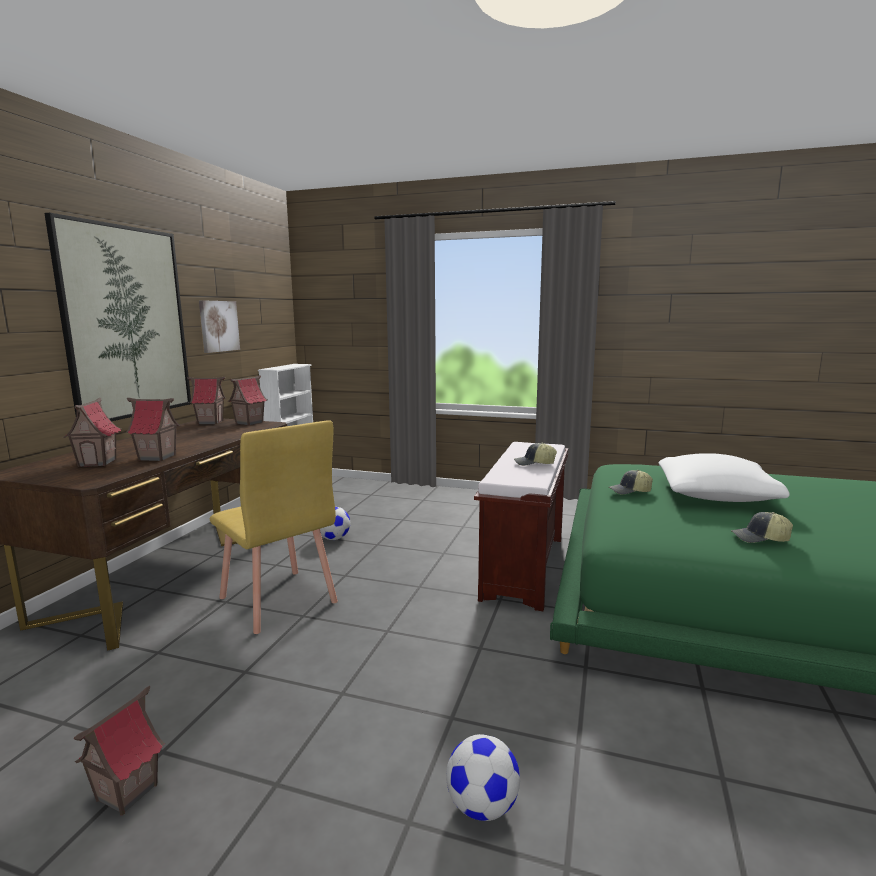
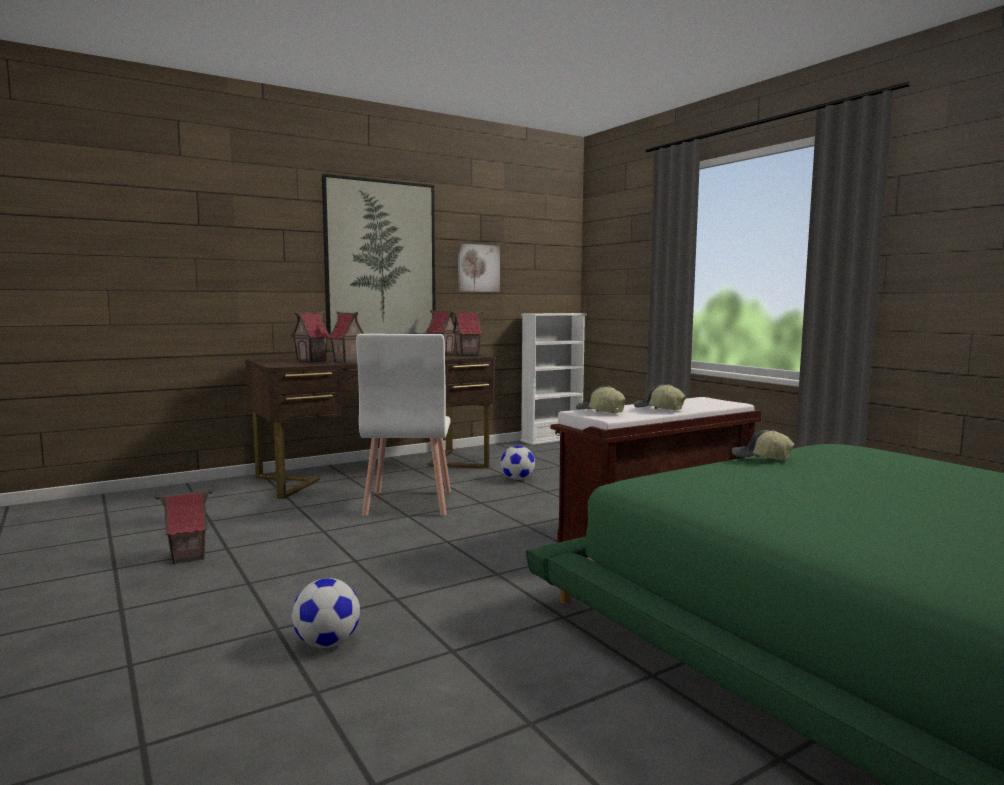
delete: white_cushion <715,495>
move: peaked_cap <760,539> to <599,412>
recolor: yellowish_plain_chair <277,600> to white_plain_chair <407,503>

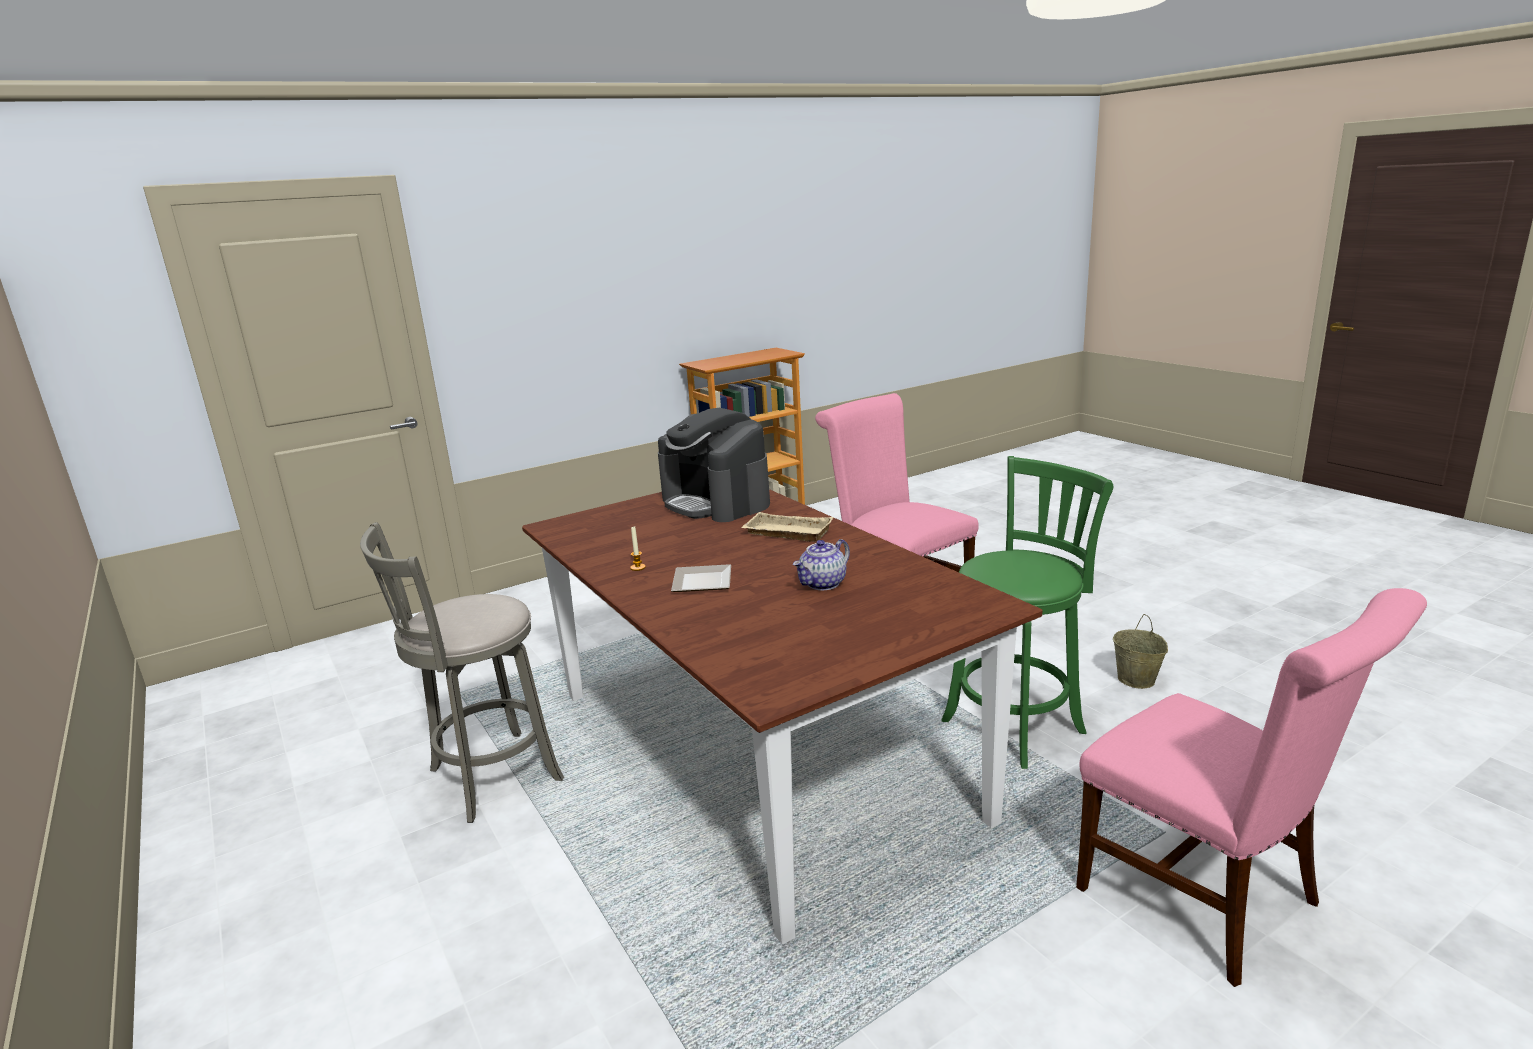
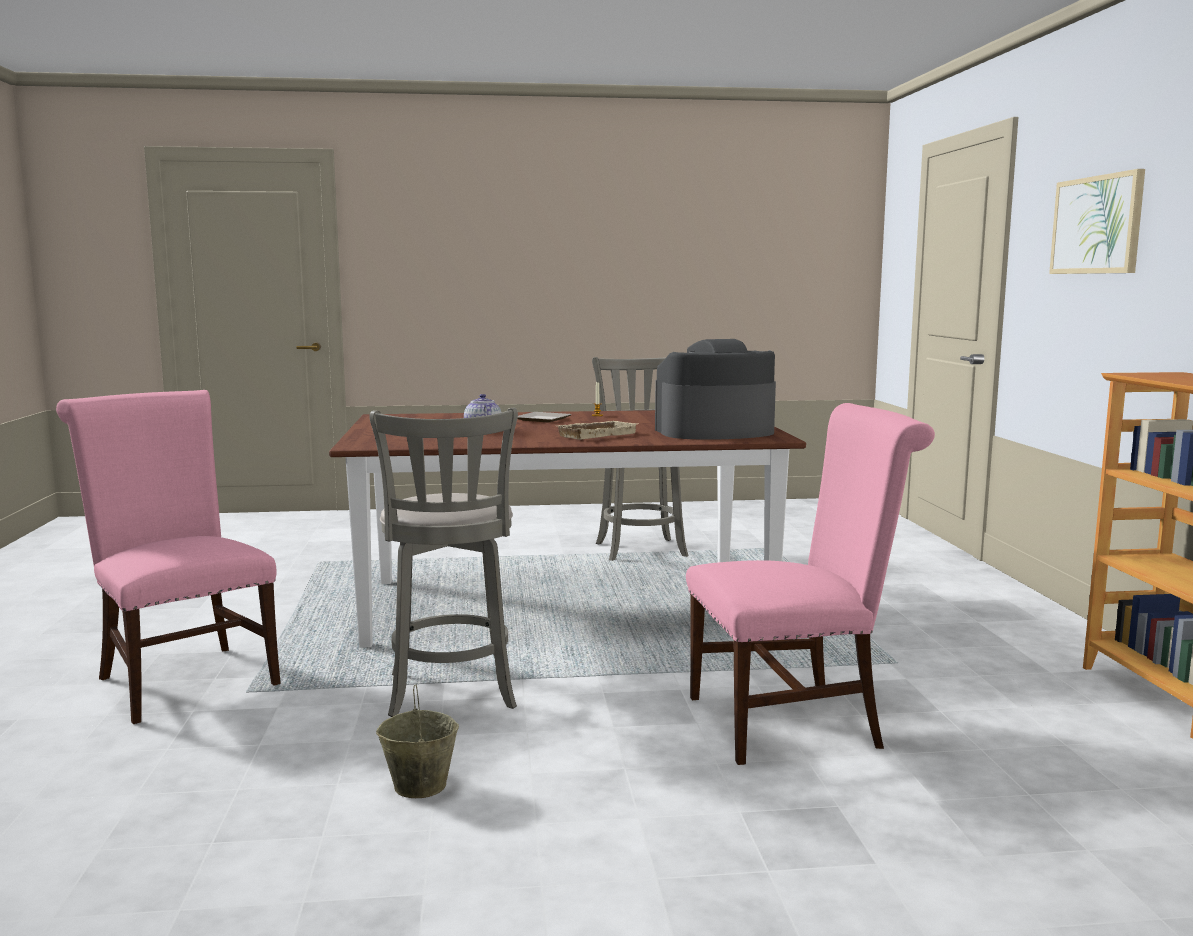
insert: wall_picture <1097,225>
recolor: green-coloured_stool <1017,724> to greyish_stool <451,694>
rotate: pink-coloured_plain_chair <1211,901> = <182,678> 60 degrees clockwise

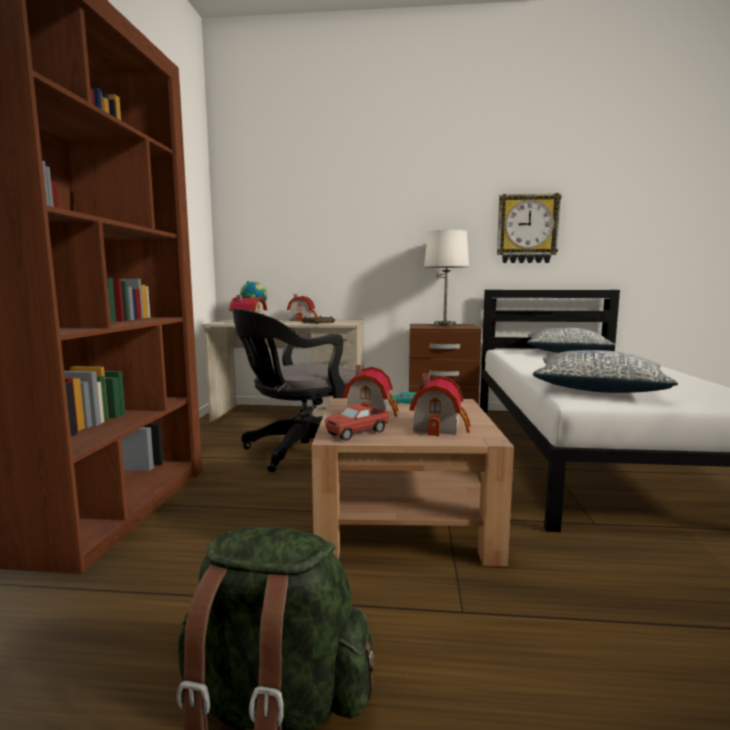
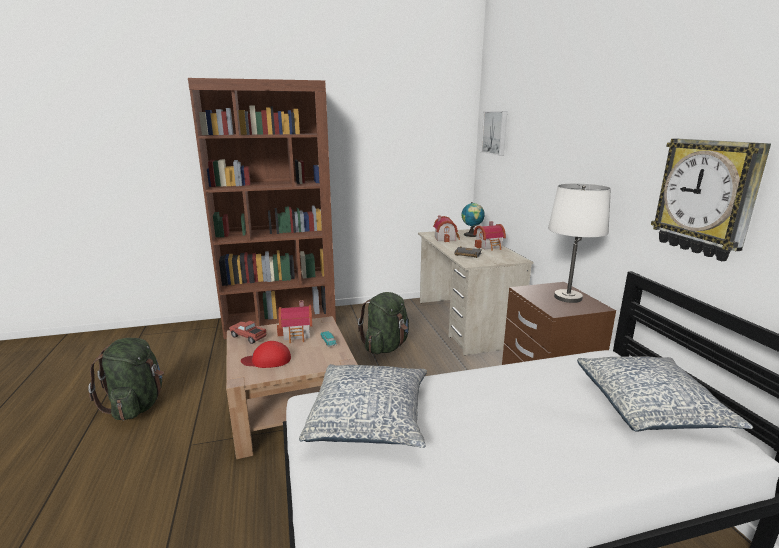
insert: wall_picture <495,132>
replace: black_computer_chair <298,452> to green-coloured_rucksack <386,346>; toy_house <440,426> to red-coloured_peaked_cap <267,360>

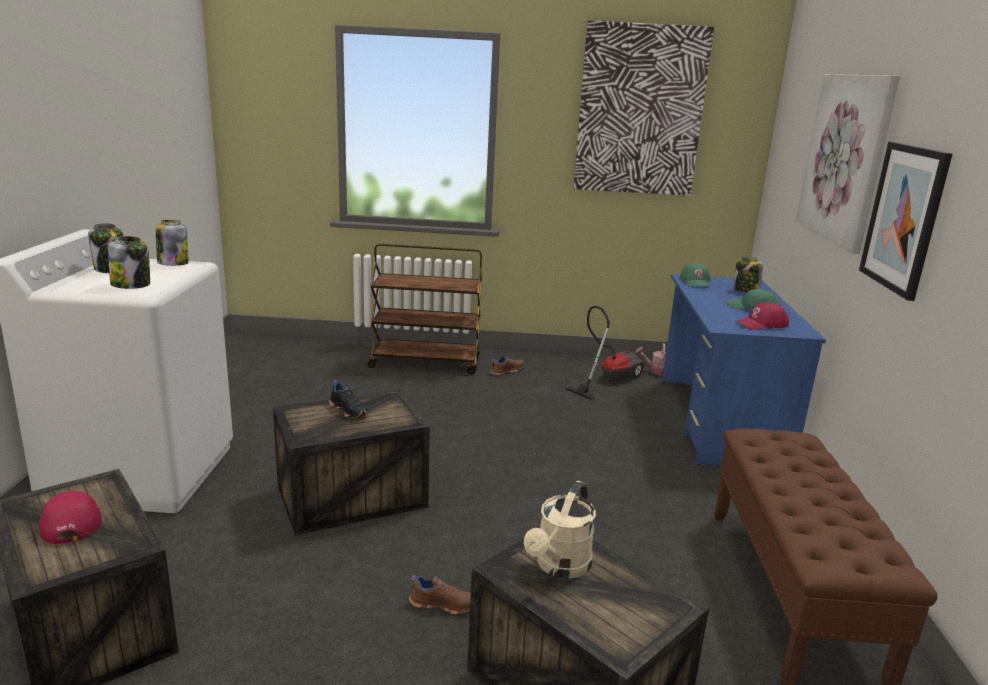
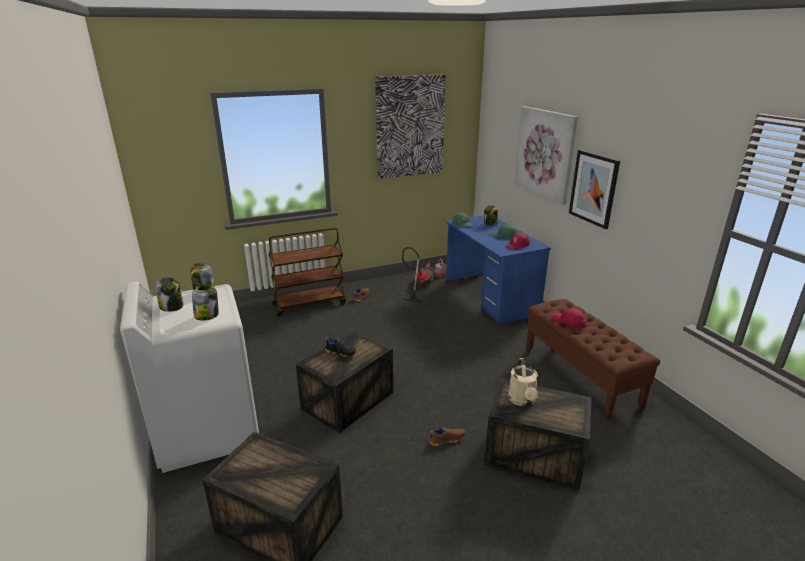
move: red-coloured_peaked_cap <71,521> to <568,321>

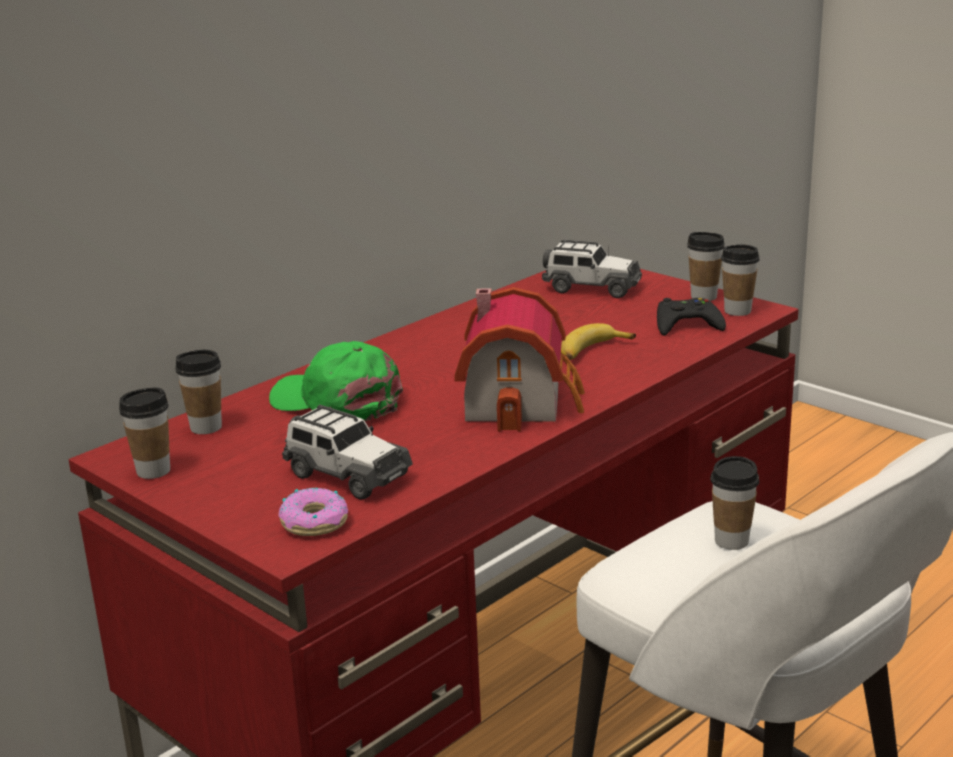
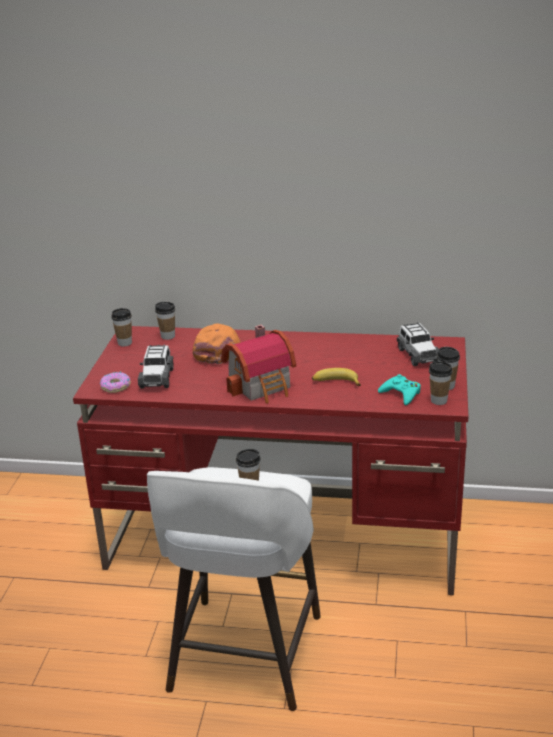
recolor: green-coloured_peaked_cap <337,402> to orange-coloured_peaked_cap <217,350>; black_joypad <687,325> to turquoise-coloured_joypad <401,394>

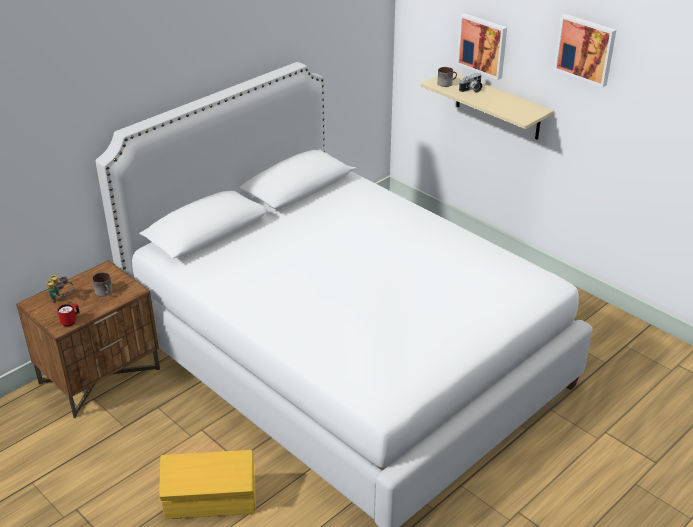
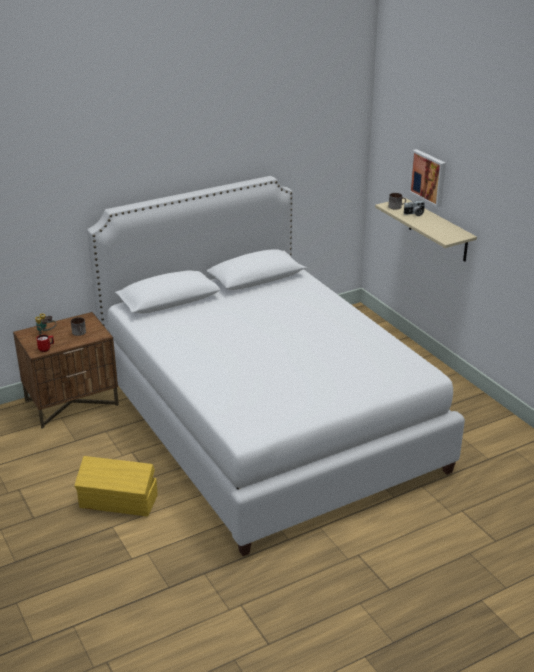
delete: wall_picture <586,49>

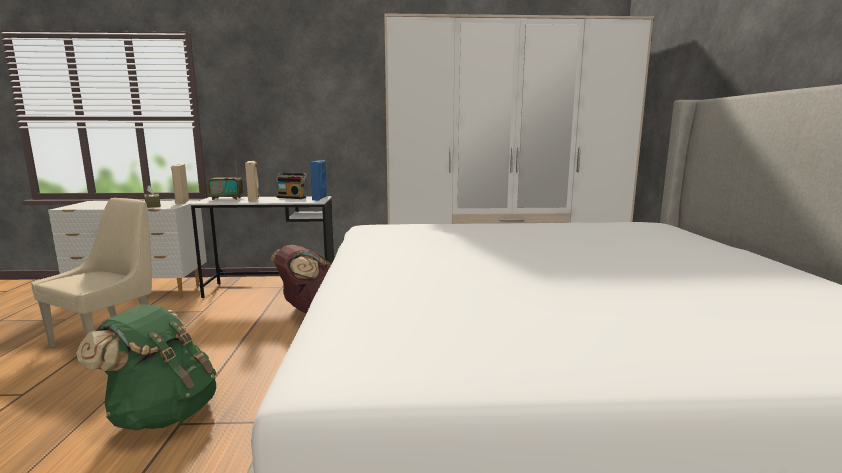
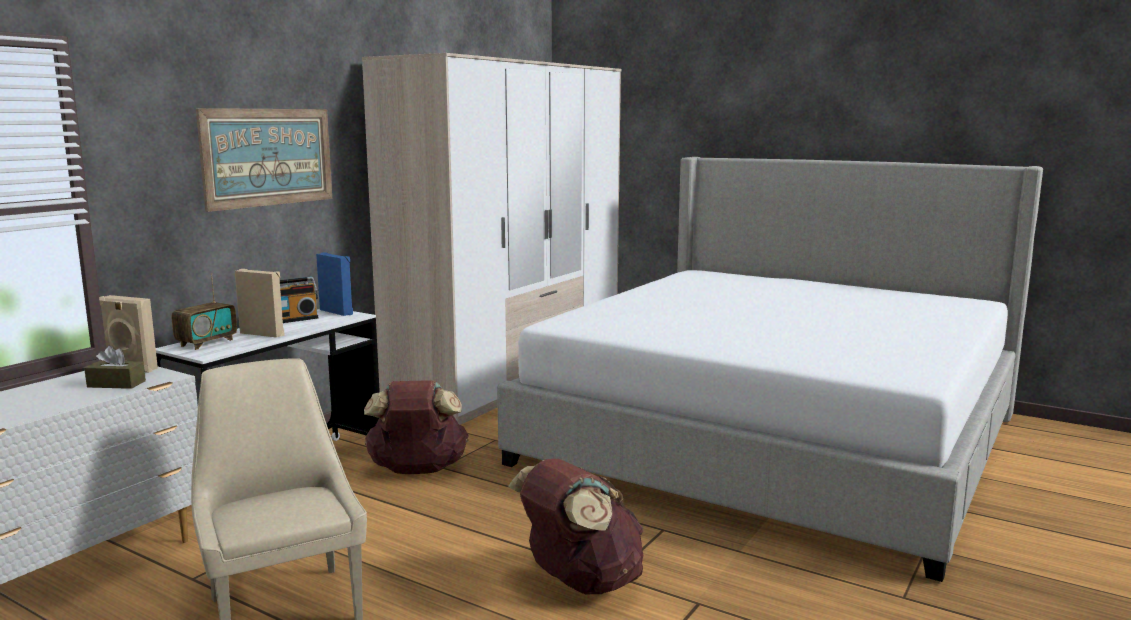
insert: wall_picture <268,157>
recolor: green-coloured_rucksack <162,414> to brownish_rucksack <580,582>

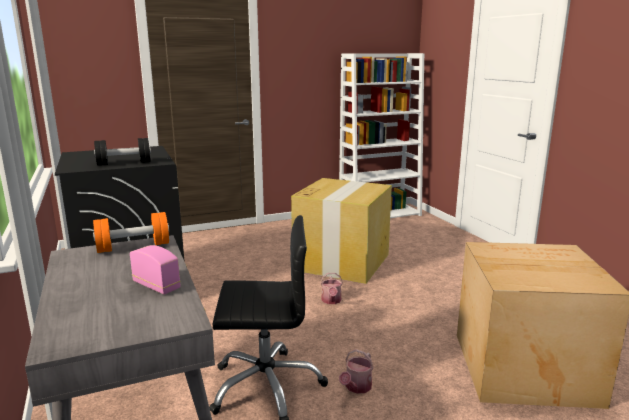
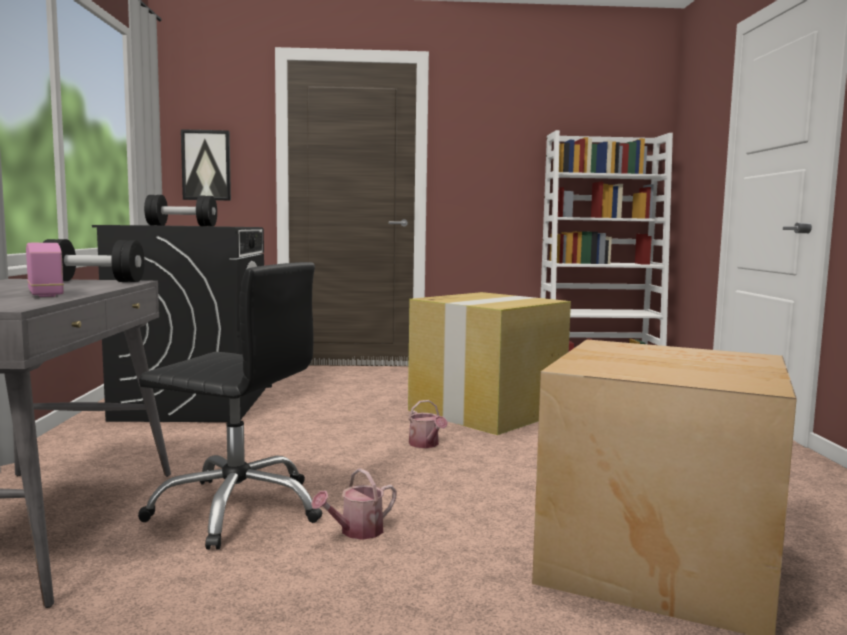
insert: wall_picture <206,165>
recolor: orange-coloured_hand_weight <133,247> to black_hand_weight <94,281>
rotate: watering_pot <331,301> = <426,445> 45 degrees counterclockwise

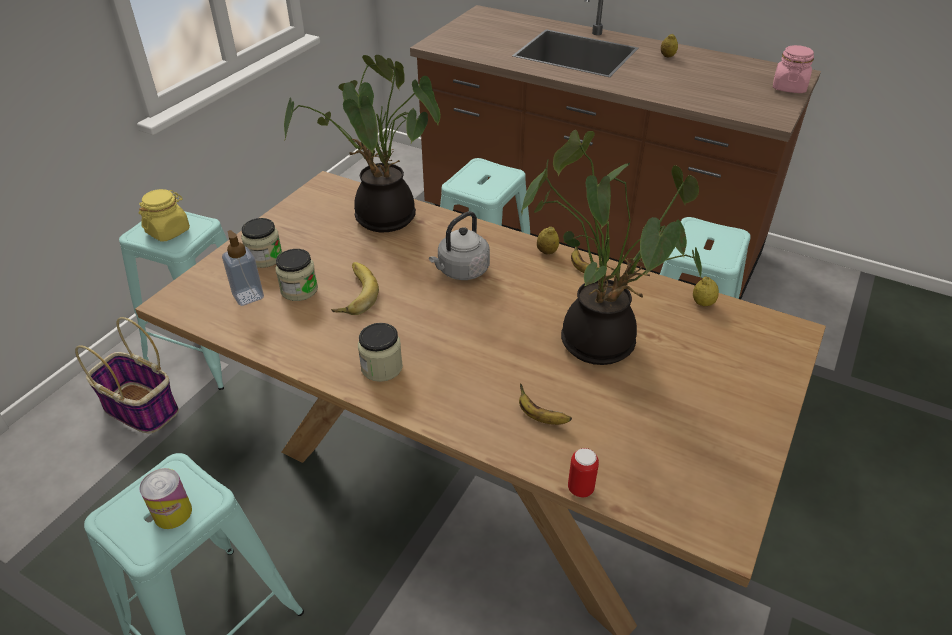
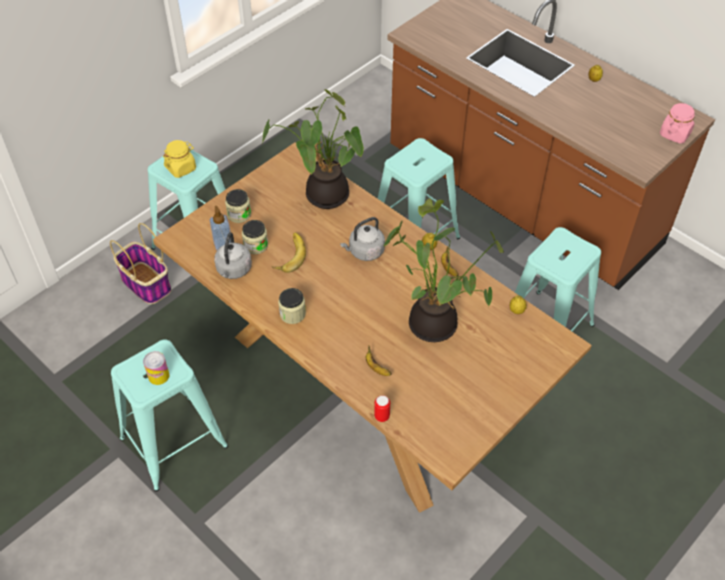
insert: greyish_kettle <233,270>

